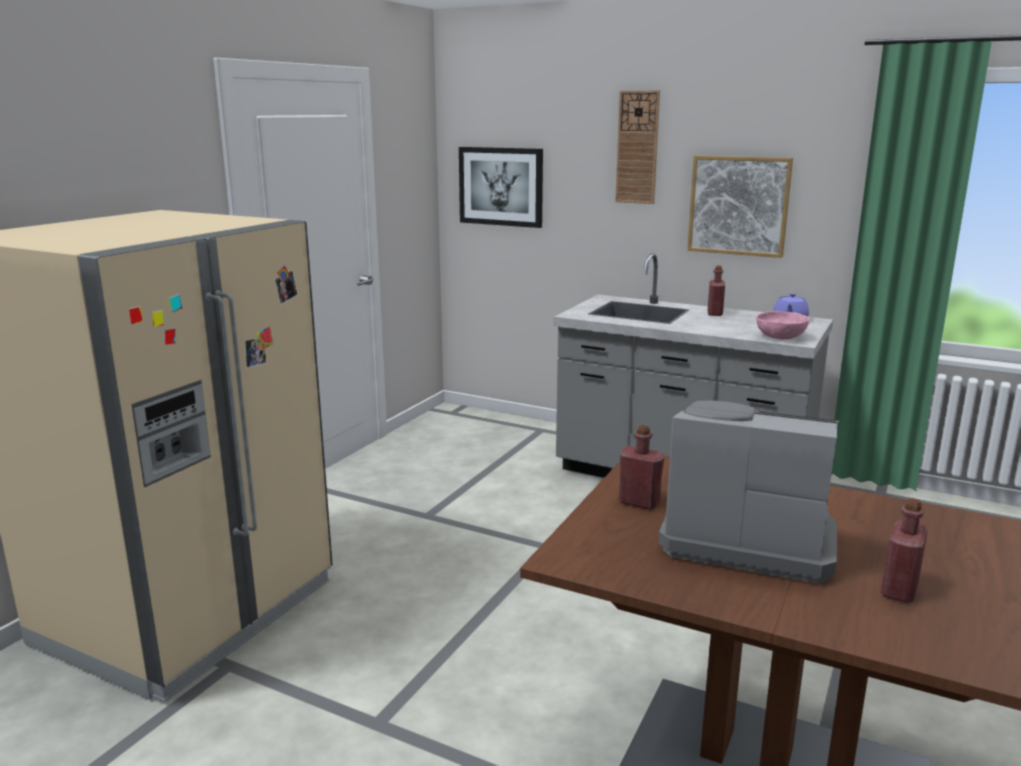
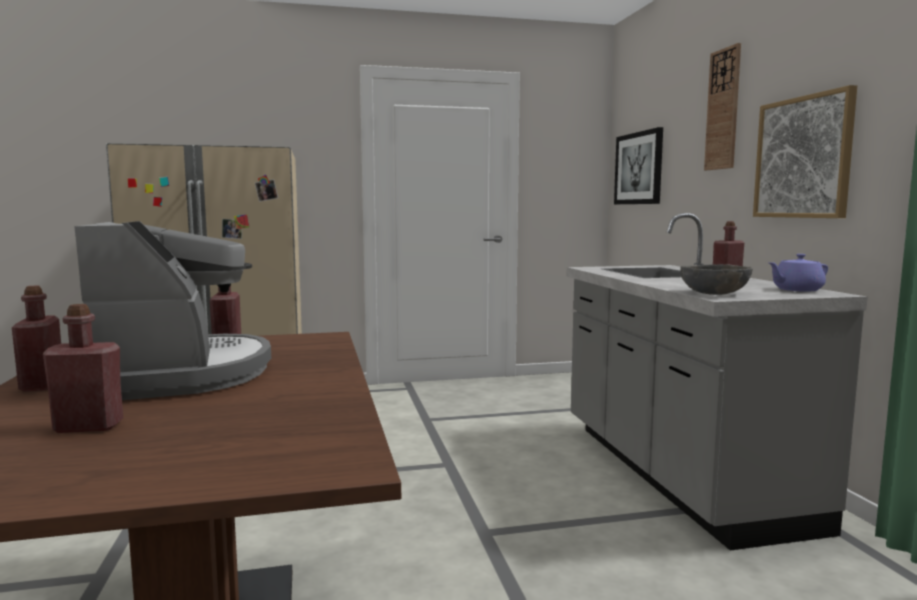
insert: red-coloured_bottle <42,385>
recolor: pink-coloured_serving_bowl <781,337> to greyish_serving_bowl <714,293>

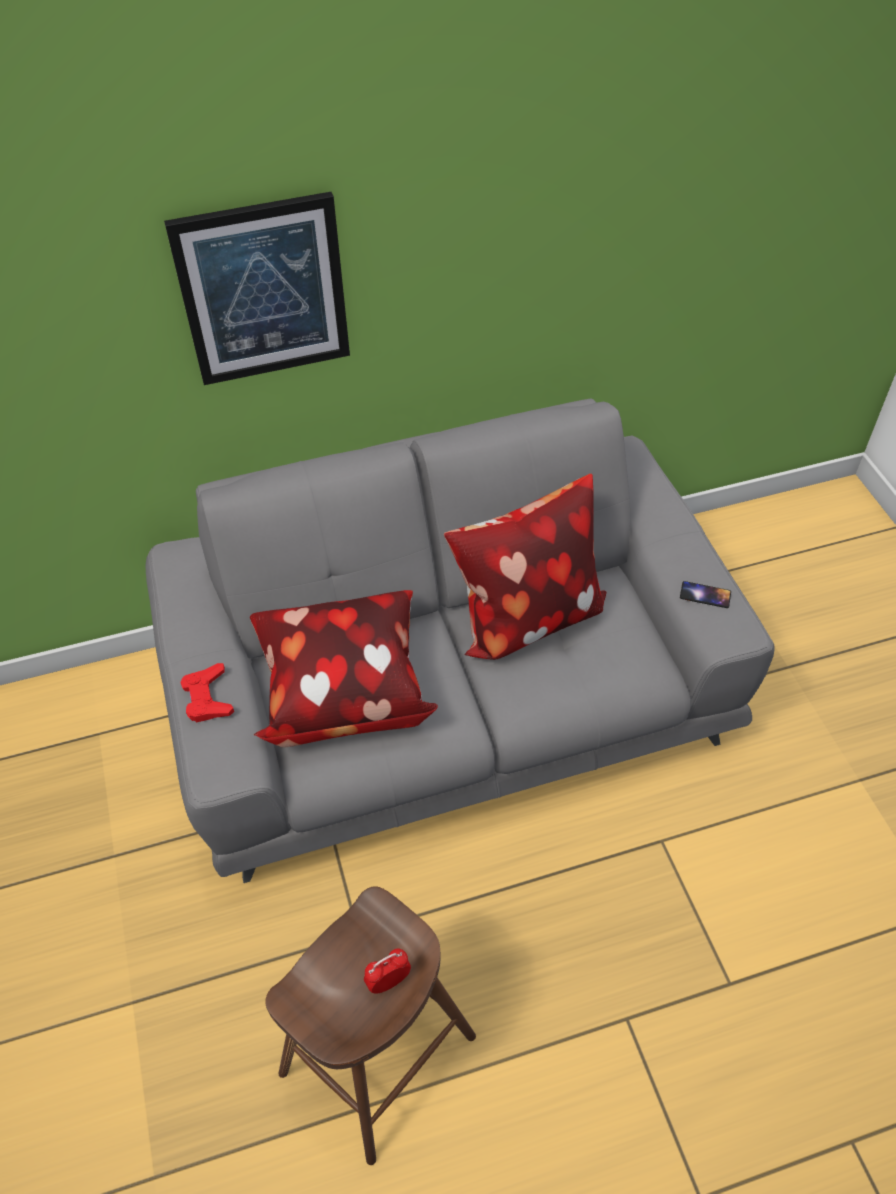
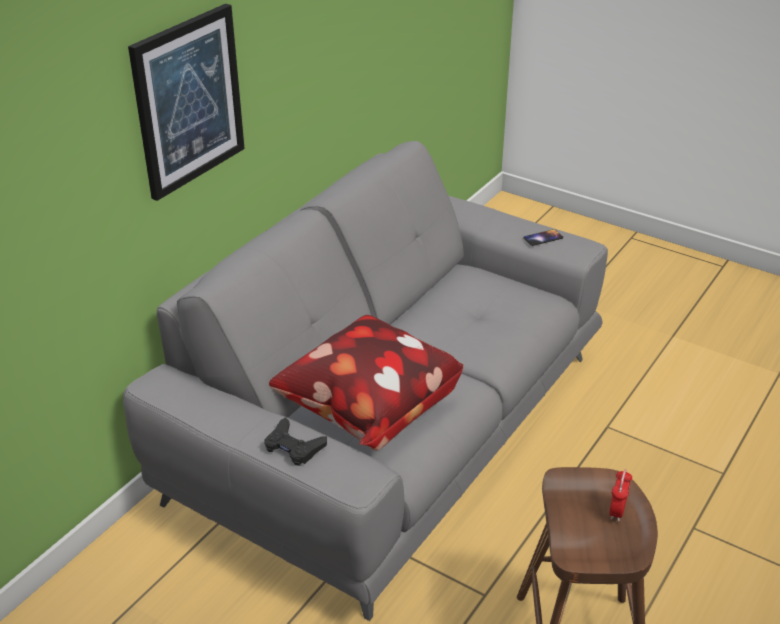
delete: cushion <525,616>
recolor: red-coloured_joypad <207,697> to black_joypad <293,447>

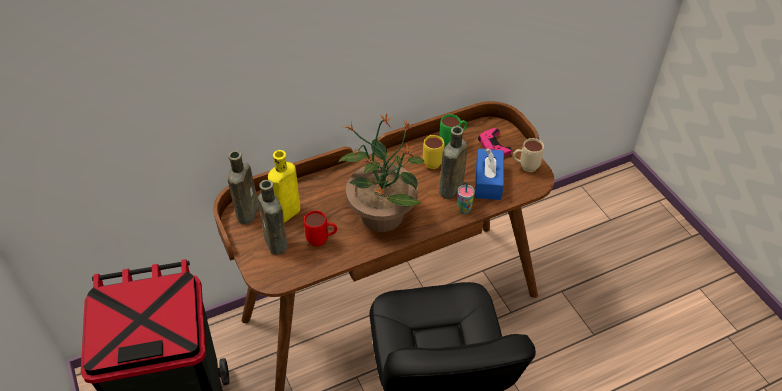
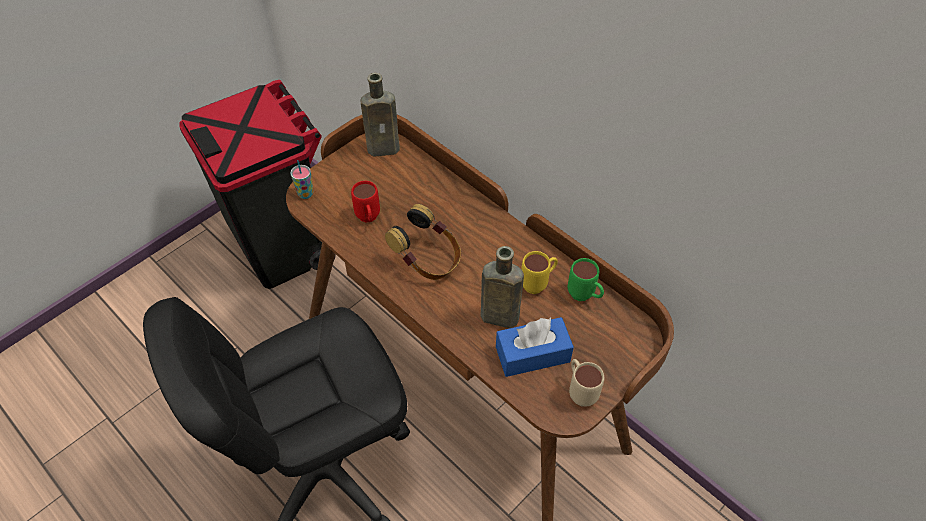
delete: brownish_bottle <277,244>; yellowish_bottle <285,214>; pink-coloured_joypad <493,146>
move: cup <464,209> to <305,194>
replace: houseplant <382,214> to headset <428,260>

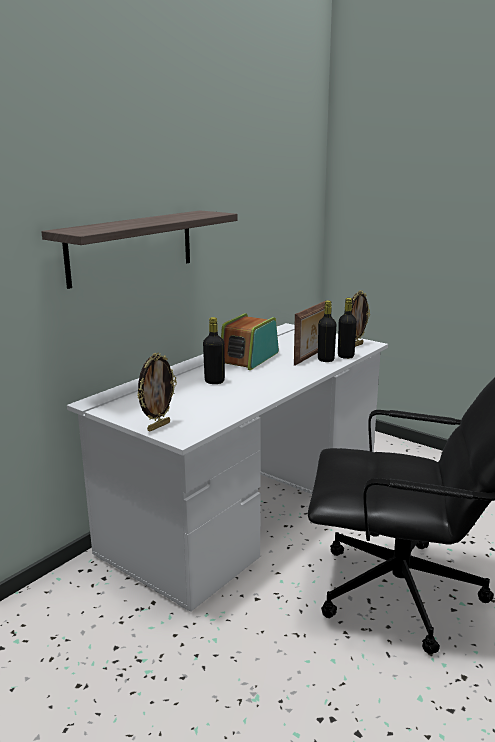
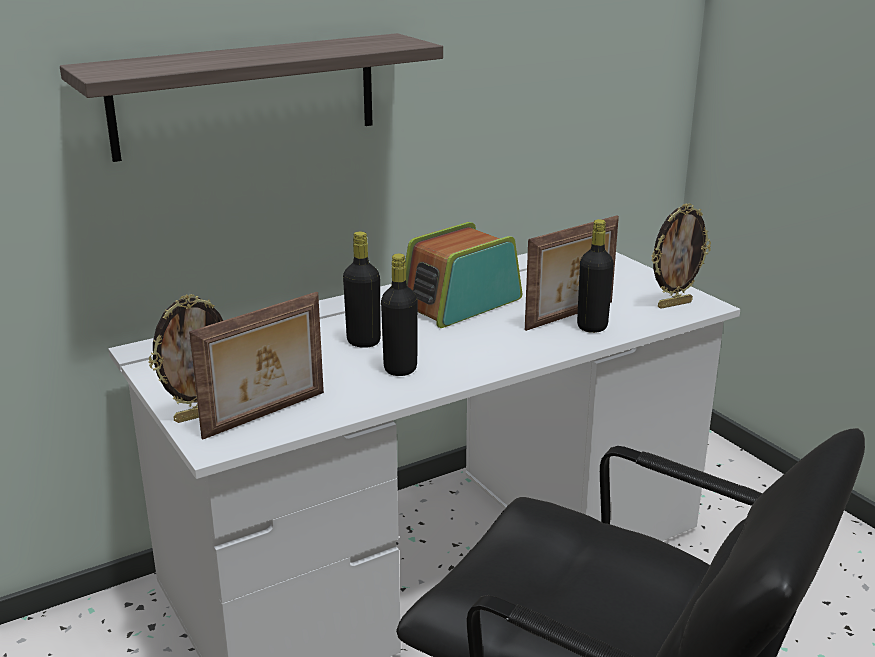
insert: photo_frame <266,415>
move: black_bottle <345,356> to <400,369>

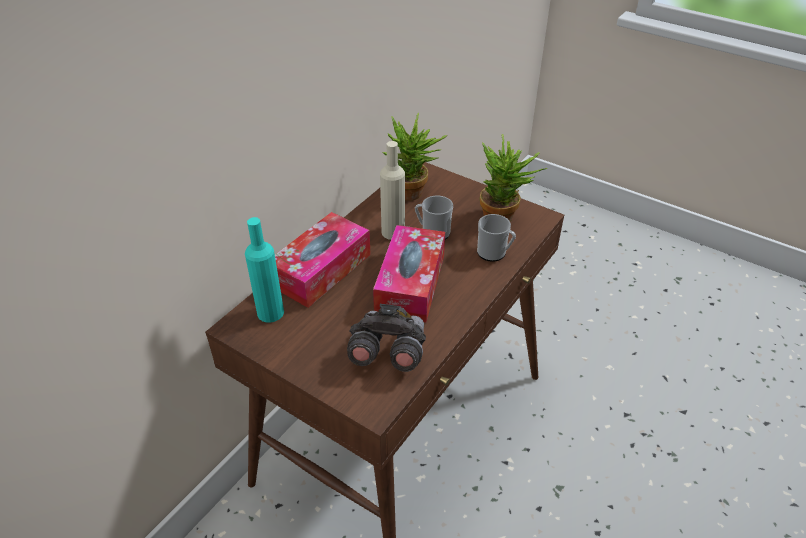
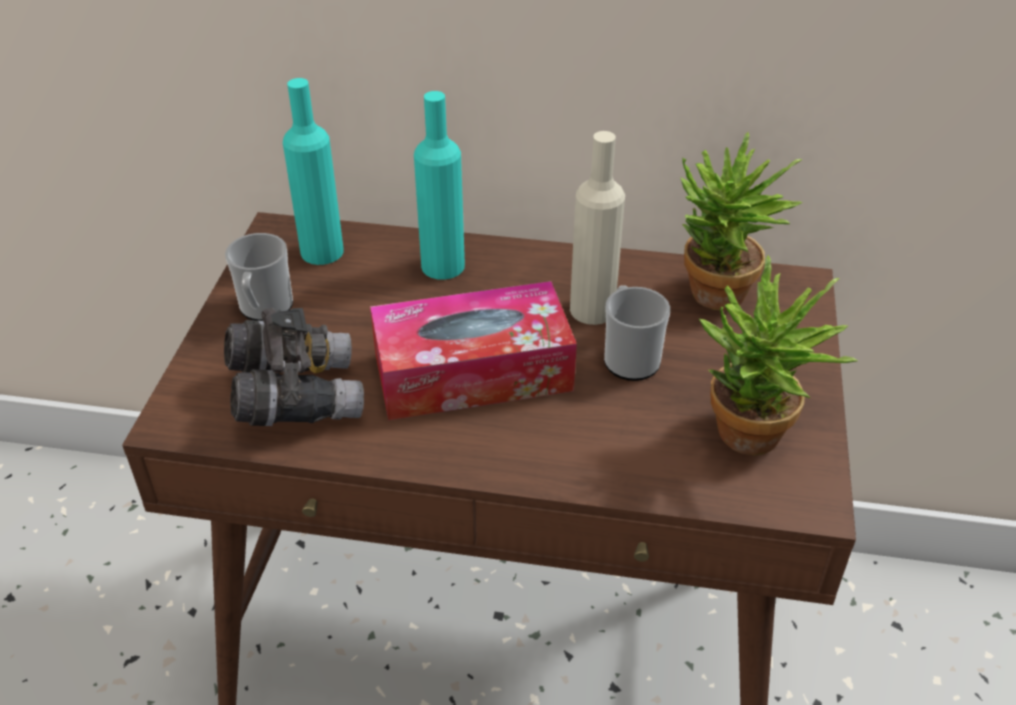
move: tea_mug <494,253> to <264,309>
replace: box_of_tissues <321,270> to turquoise-coloured_bottle <443,266>

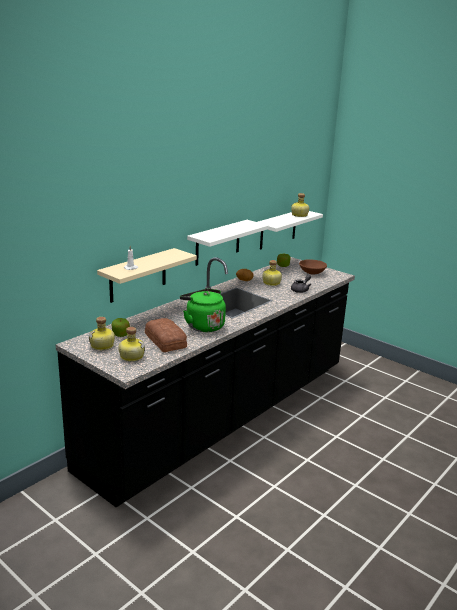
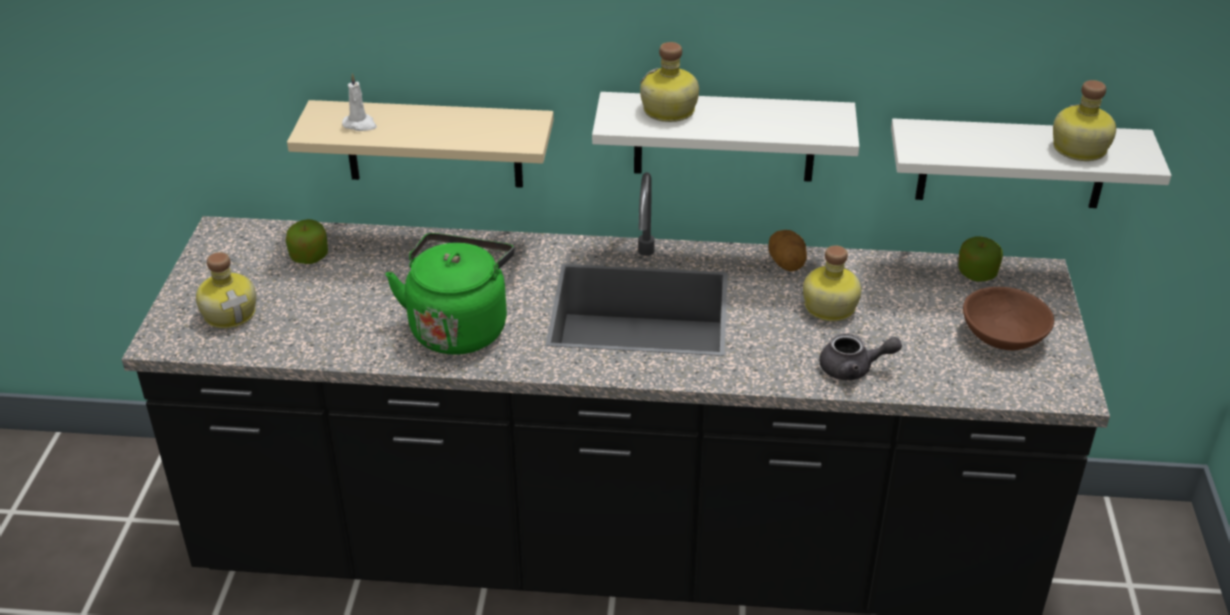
delete: bakery_bread <166,340>
move: bottle <103,346> to <669,111>

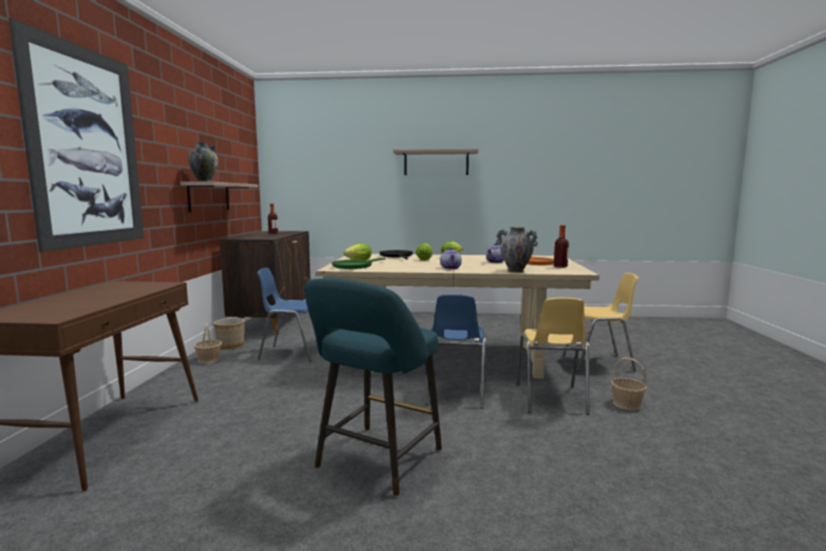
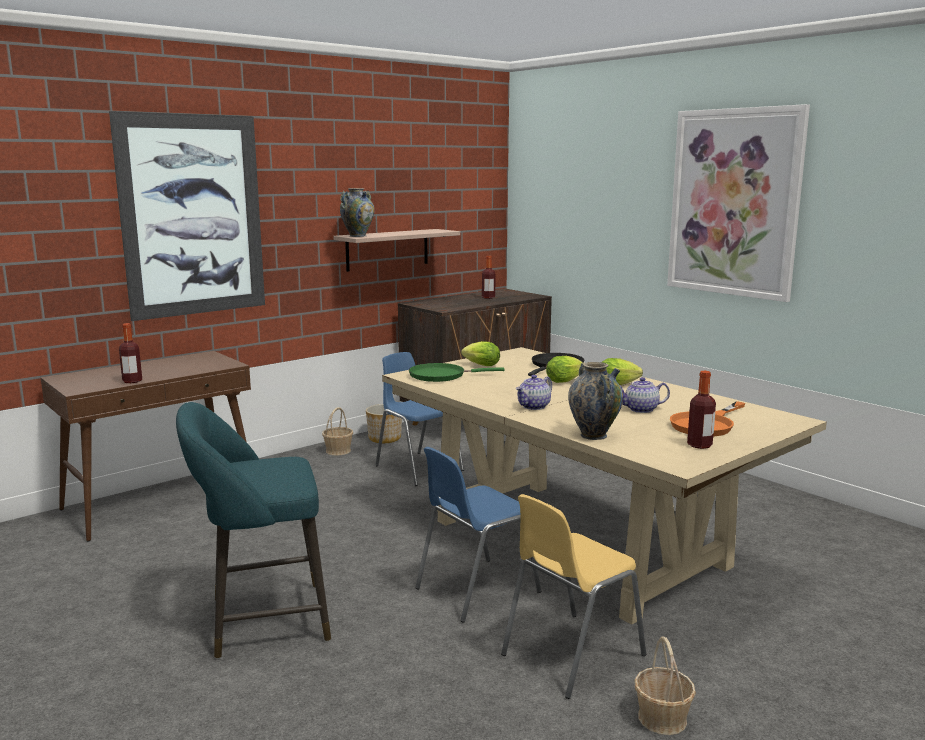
delete: yellowish_plain_chair <599,363>
insert: bottle <132,381>
replace: shelf <436,163> to wall_picture <734,203>

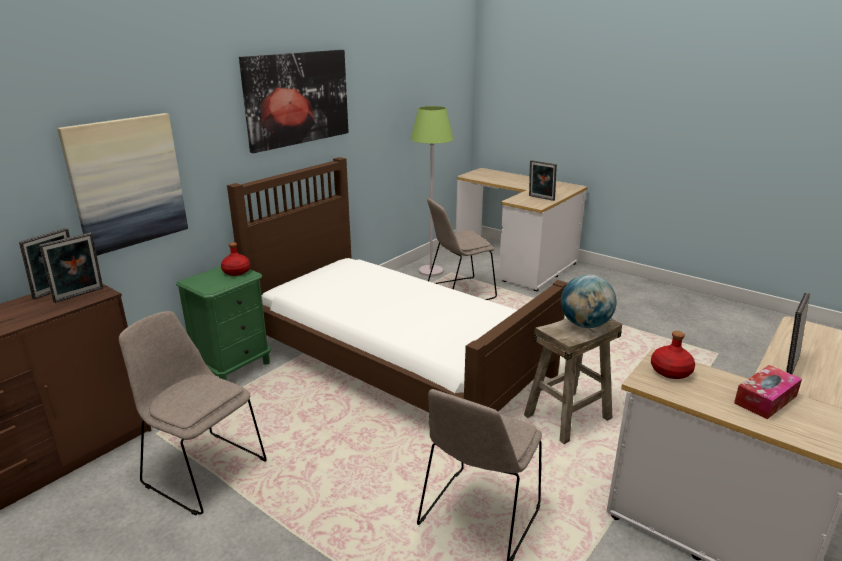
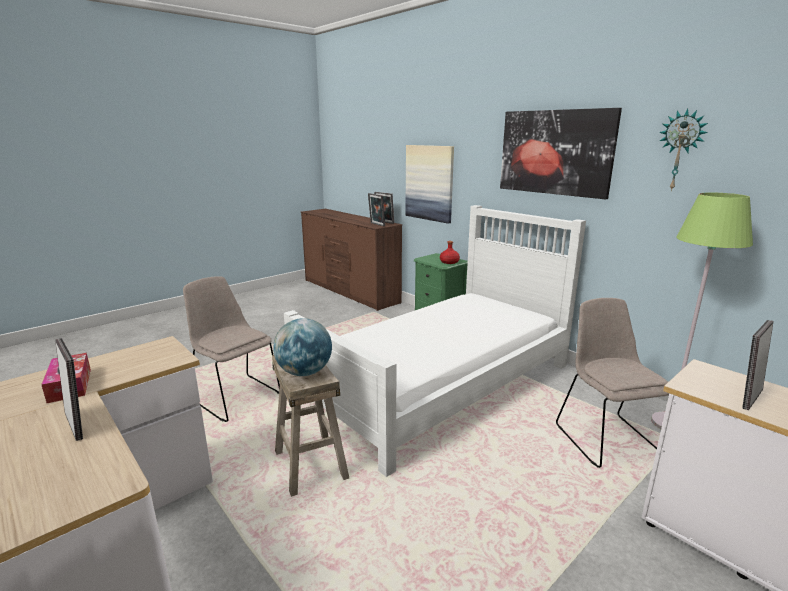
delete: beige_plain_chair <203,470>; red-coloured_bottle <671,371>
insert: wall_clock <680,150>
recolor: brownish_bed <395,359> to white_bed <439,382>

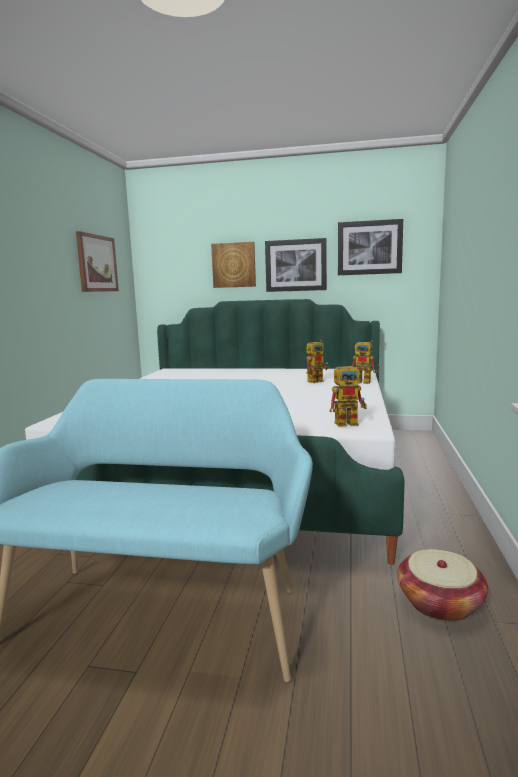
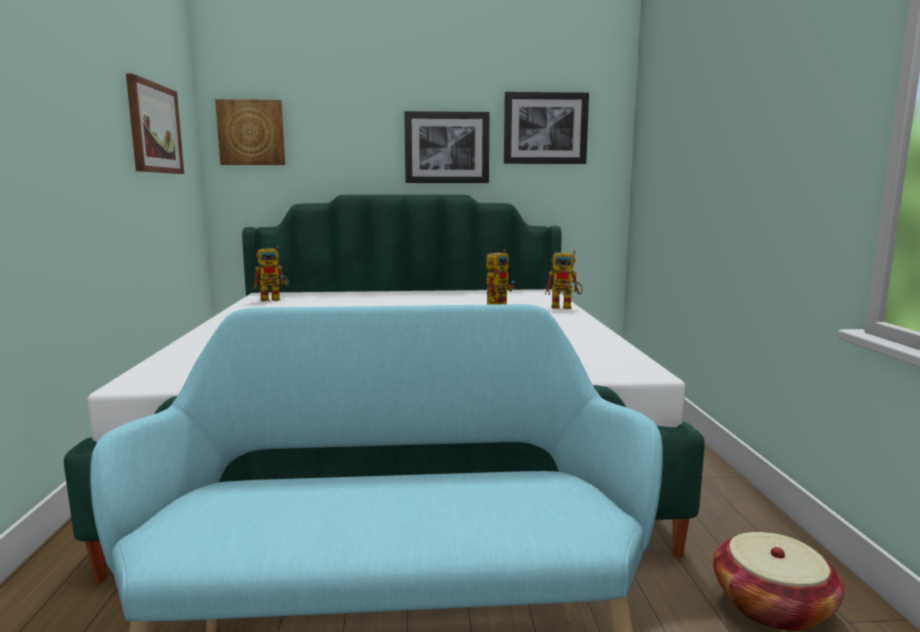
move: wall_picture <234,265> to <251,133>; toy_robot <350,423> to <275,299>

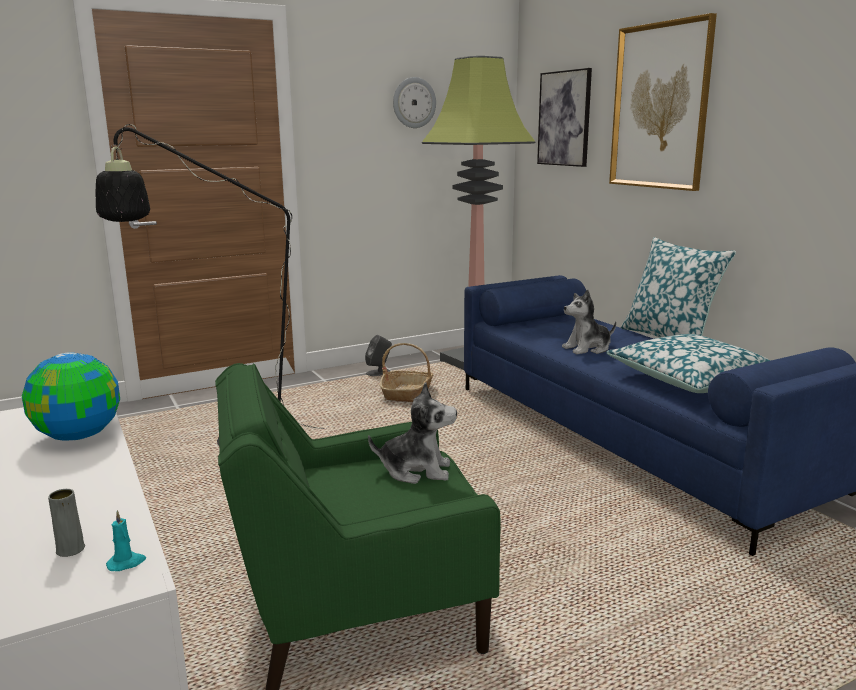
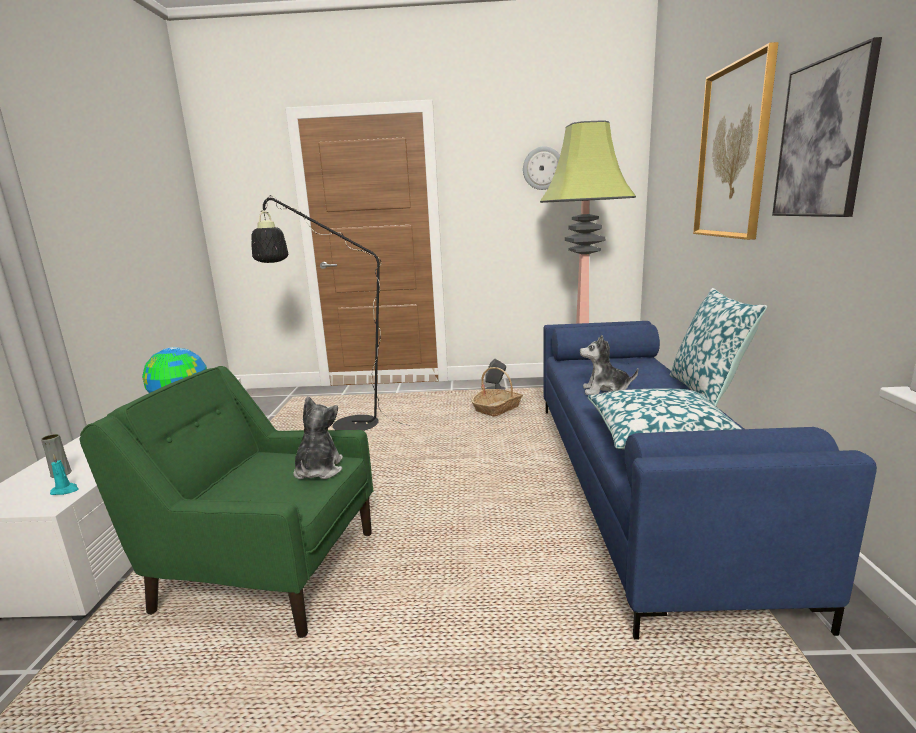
move: wall_picture <564,118> to <822,139>
rotate: soft_toy <416,470> = <318,470> 120 degrees counterclockwise

